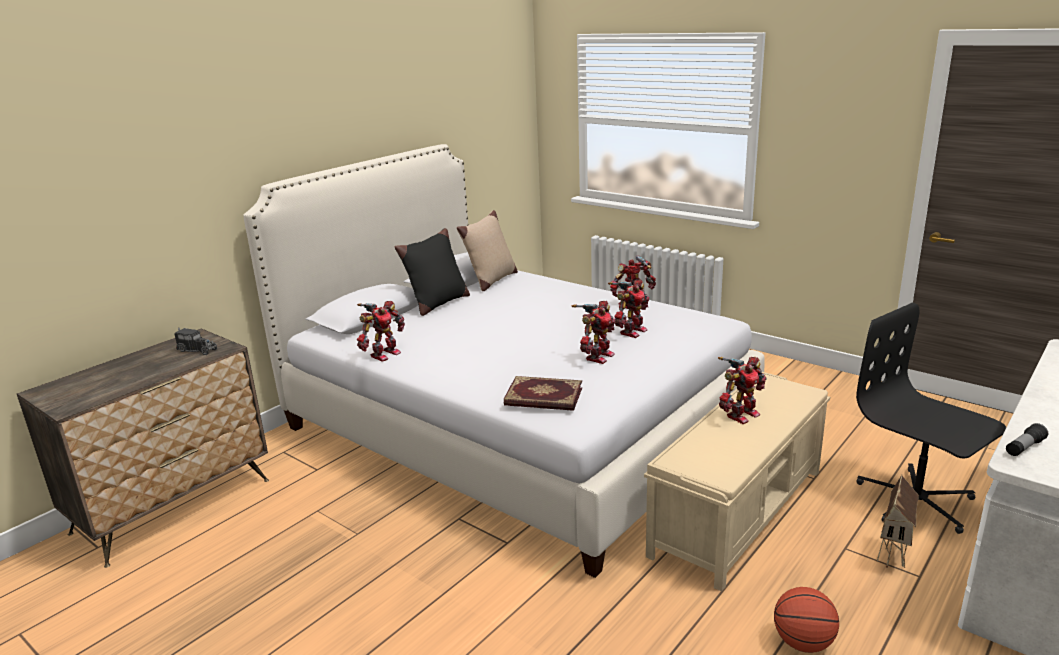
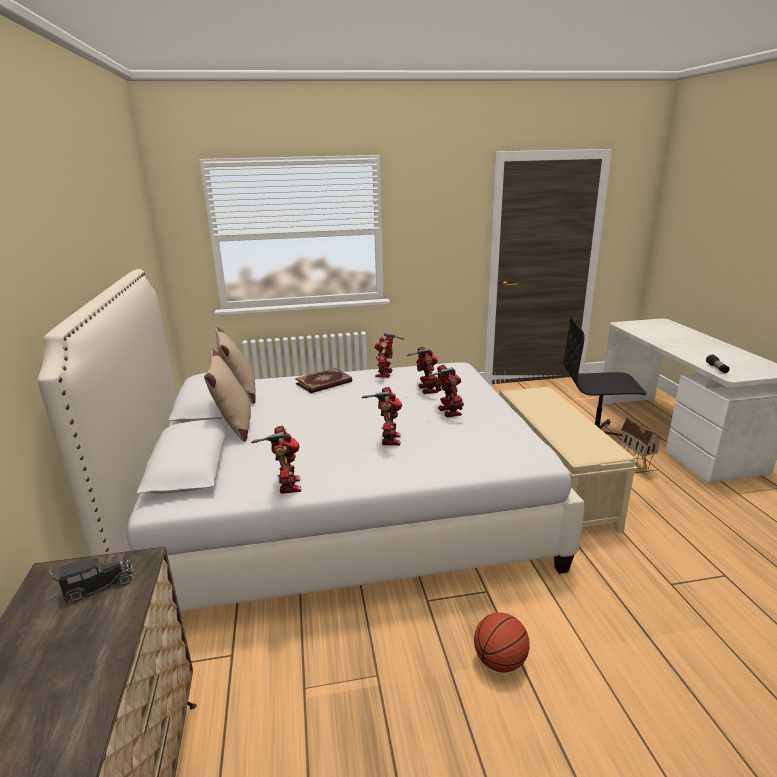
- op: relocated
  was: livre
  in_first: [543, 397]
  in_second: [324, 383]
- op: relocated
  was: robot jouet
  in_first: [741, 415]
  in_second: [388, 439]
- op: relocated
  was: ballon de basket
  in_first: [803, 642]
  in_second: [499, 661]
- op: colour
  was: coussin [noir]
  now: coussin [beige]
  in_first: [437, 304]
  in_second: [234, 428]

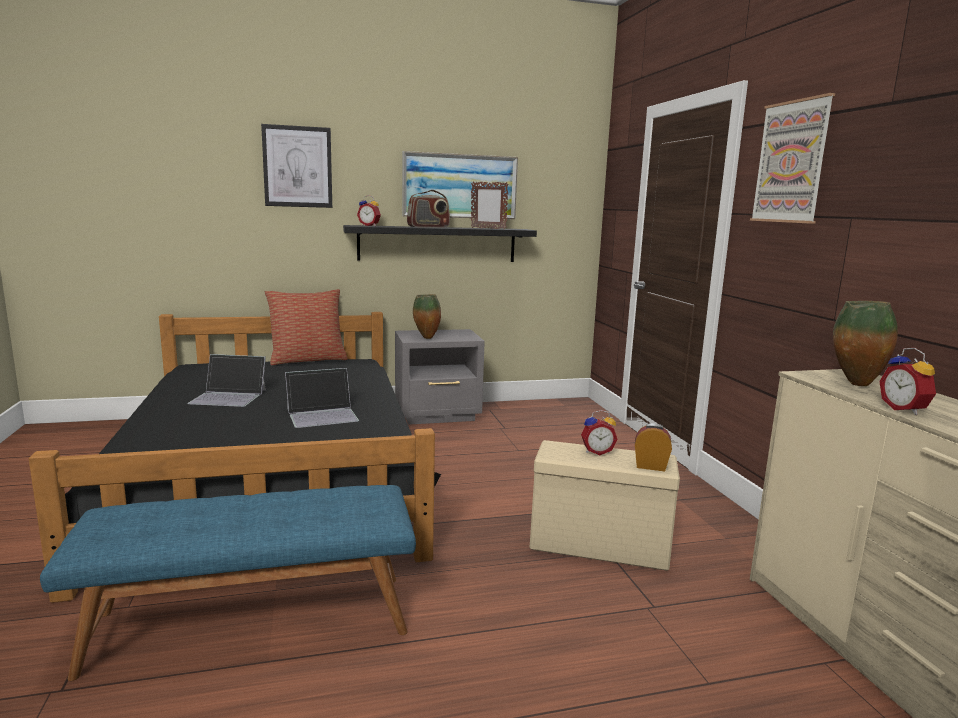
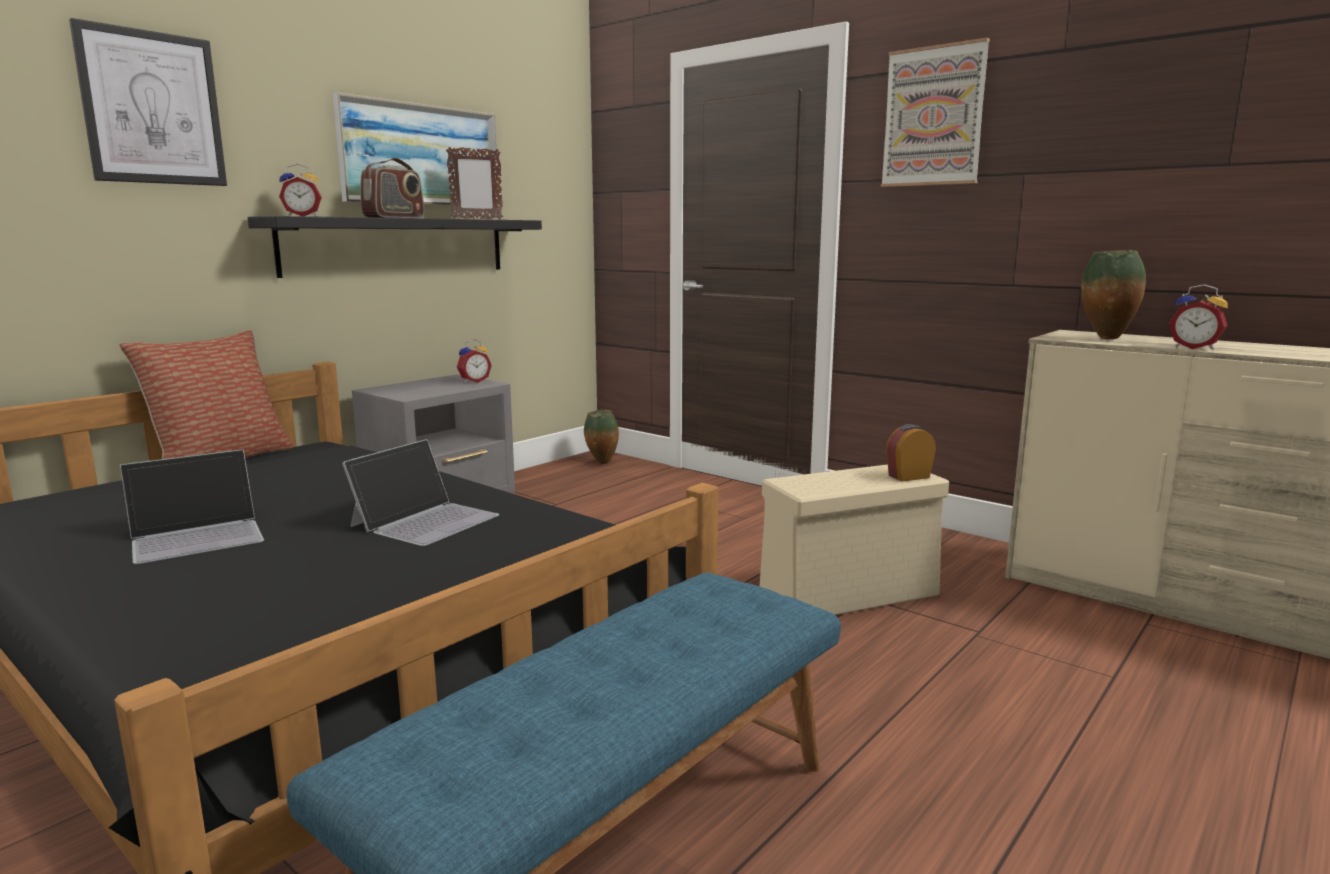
- op: relocated
  was: vase
  in_first: [426, 338]
  in_second: [602, 463]
- op: relocated
  was: réveil
  in_first: [597, 451]
  in_second: [473, 381]

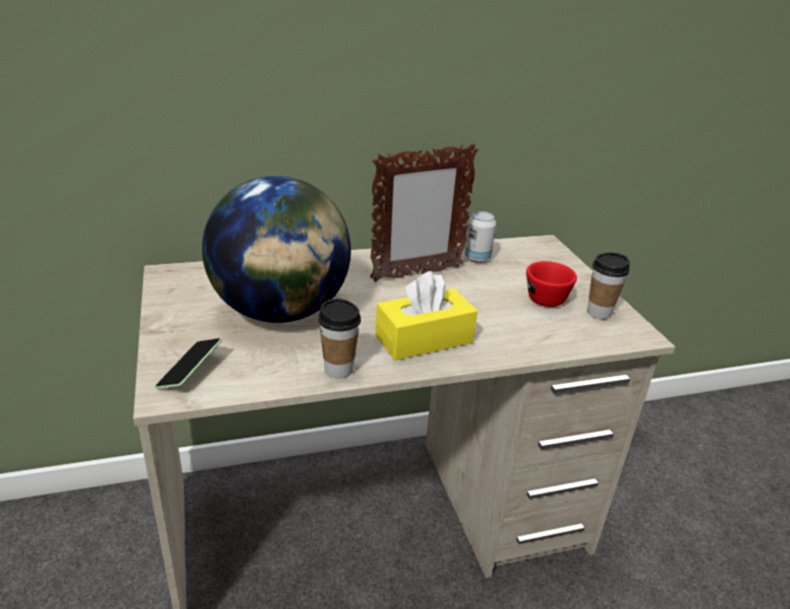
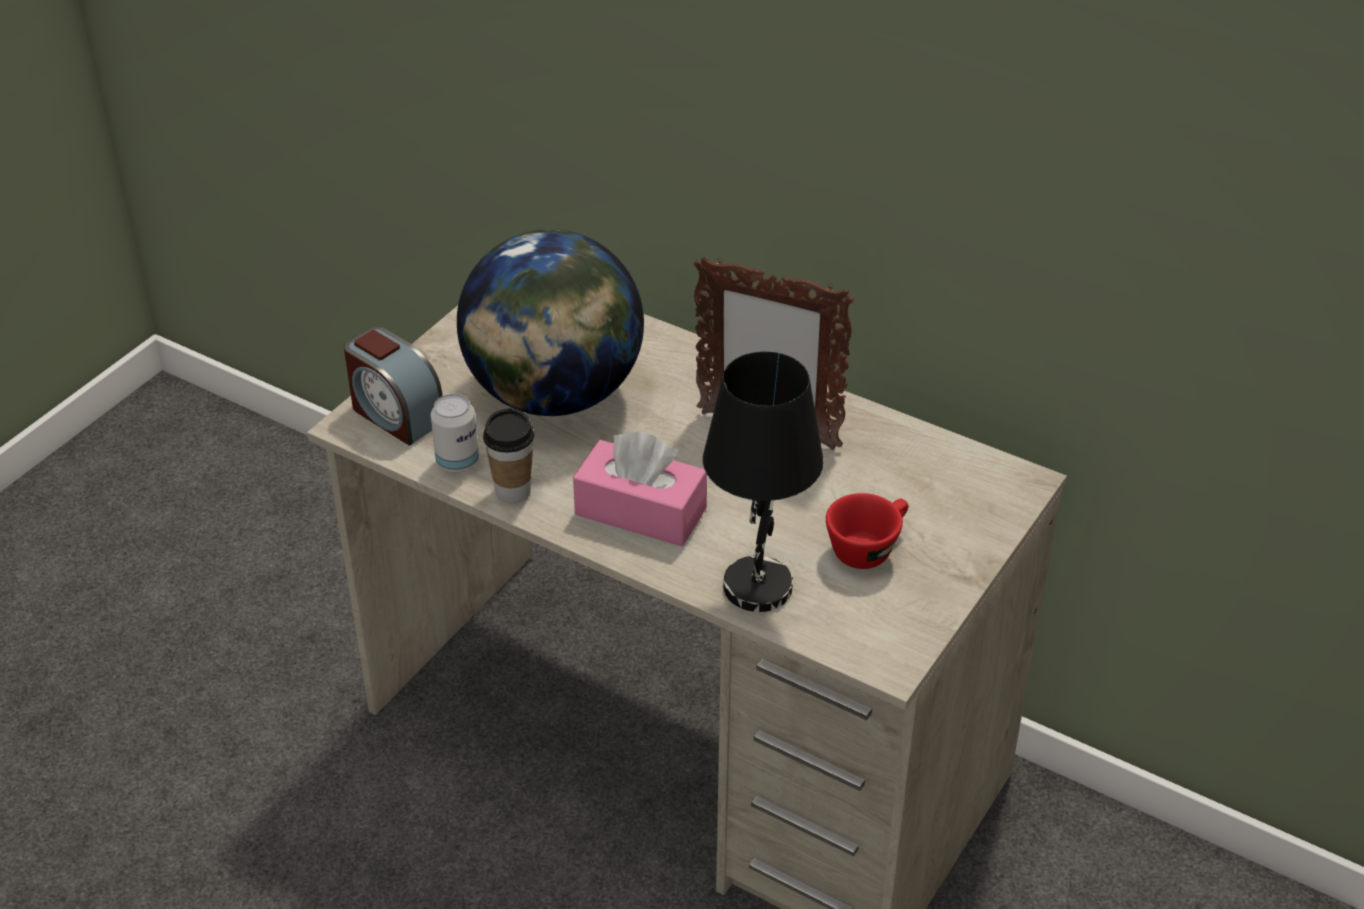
- op: missing
  was: tasse
  in_first: [599, 312]
- op: appeared
  now: lampe de table [noir]
  in_second: [757, 585]
- op: relocated
  was: boîte métallique
  in_first: [477, 258]
  in_second: [457, 462]
- op: exchanged
  was: téléphone
  now: réveil
  in_first: [190, 371]
  in_second: [395, 414]
- op: colour
  was: boîte à mouchoirs [jaune]
  now: boîte à mouchoirs [rose]
  in_first: [424, 339]
  in_second: [640, 511]

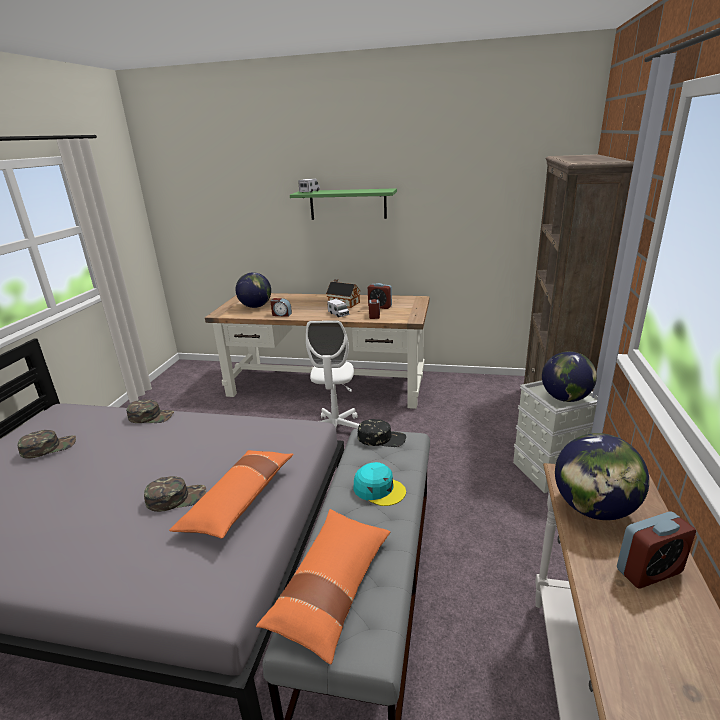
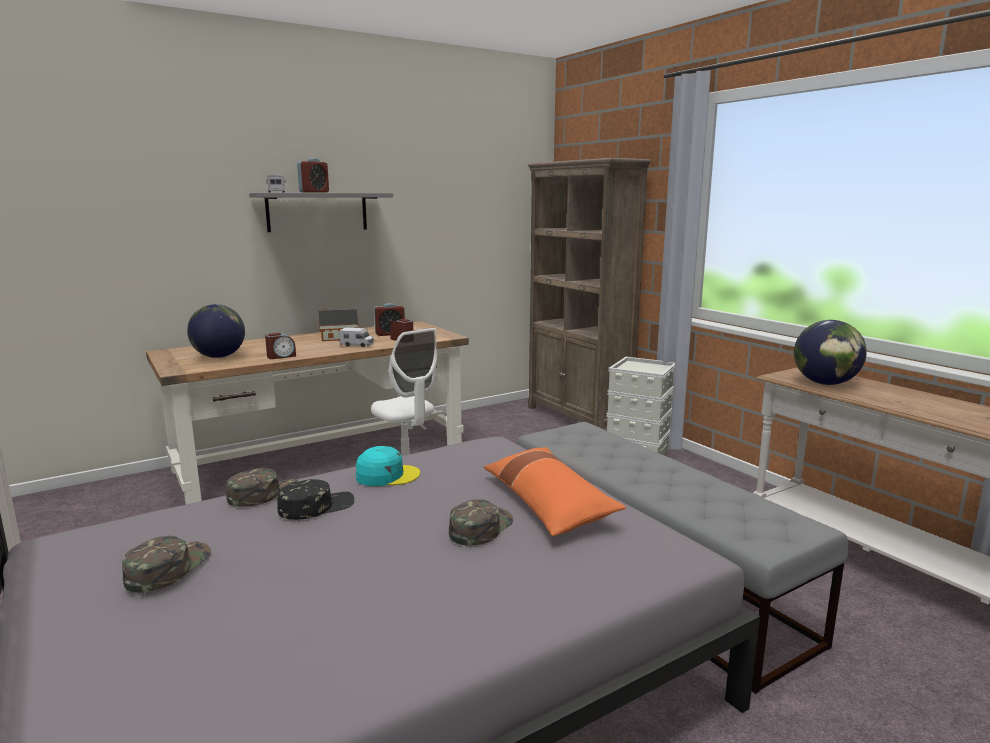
- op: missing
  was: coussin [orange]
  in_first: [331, 588]
- op: missing
  was: globe
  in_first: [565, 398]
- op: relocated
  was: casquette [turquoise]
  in_first: [379, 489]
  in_second: [386, 475]
- op: relocated
  was: casquette [noir]
  in_first: [381, 438]
  in_second: [316, 506]
- op: relocated
  was: réveil
  in_first: [649, 571]
  in_second: [314, 192]
- op: colour
  was: étagère [vert]
  now: étagère [gris]
  in_first: [348, 204]
  in_second: [317, 212]

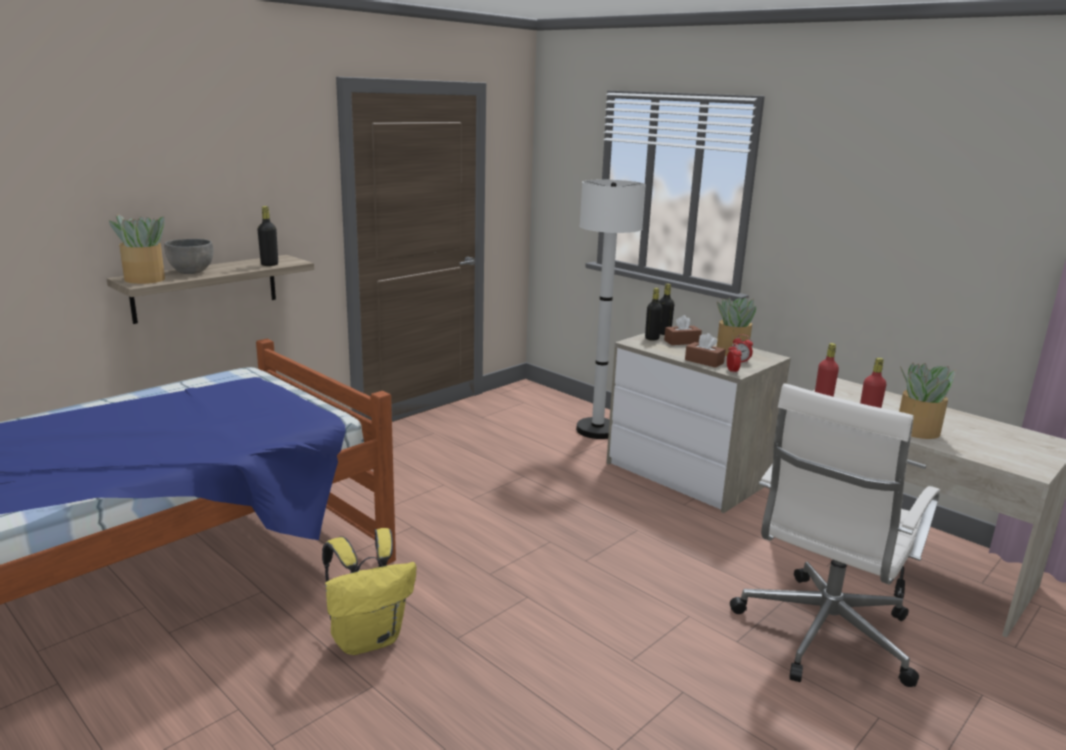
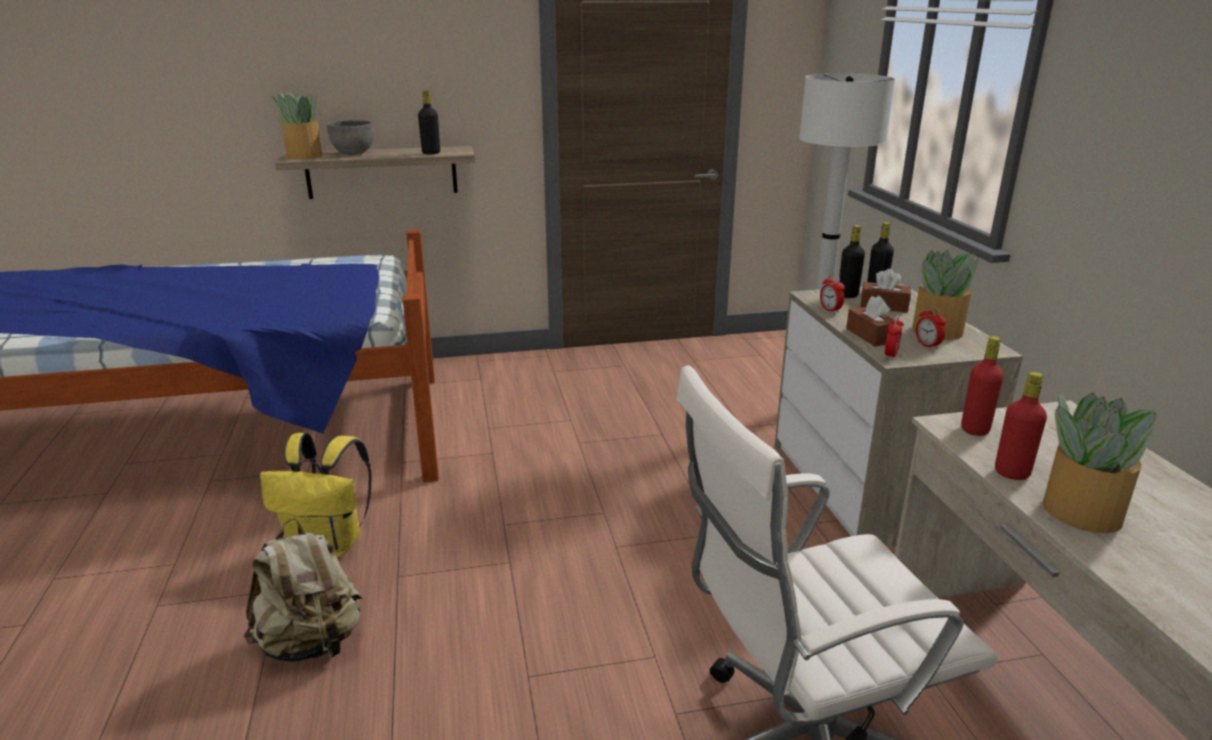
- op: appeared
  now: sac à dos [beige]
  in_second: [311, 643]
- op: appeared
  now: réveil
  in_second: [830, 310]

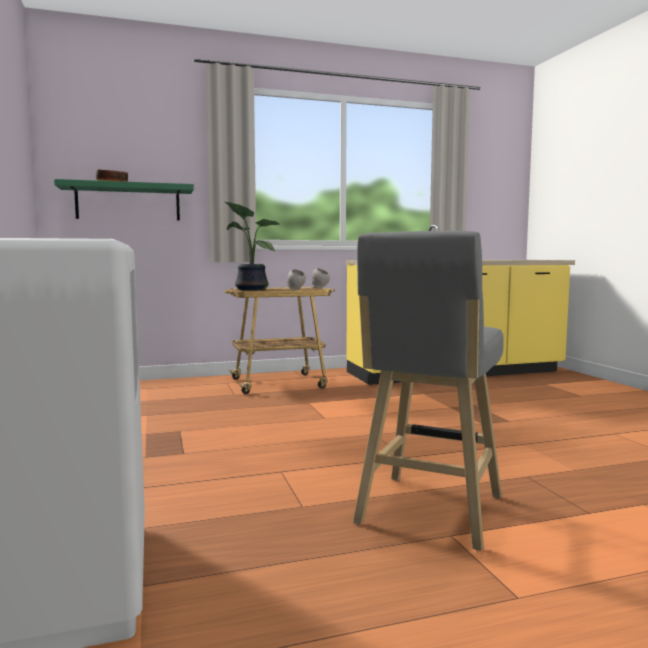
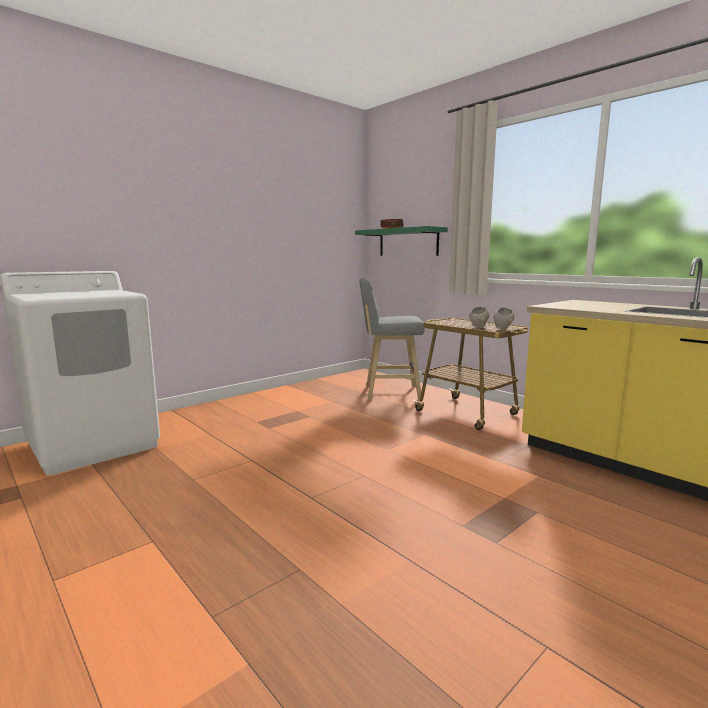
- op: missing
  was: plante en pot
  in_first: [249, 289]
- op: relocated
  was: tabouret [gris]
  in_first: [428, 513]
  in_second: [389, 392]

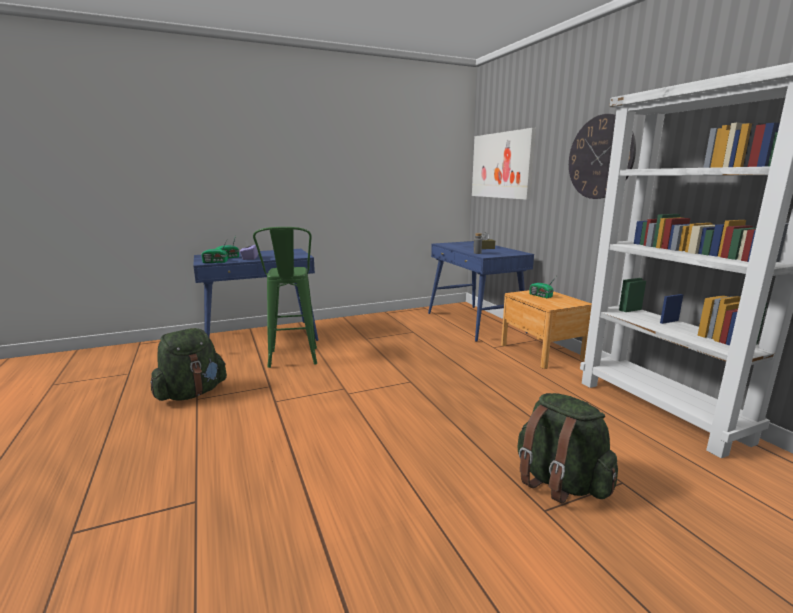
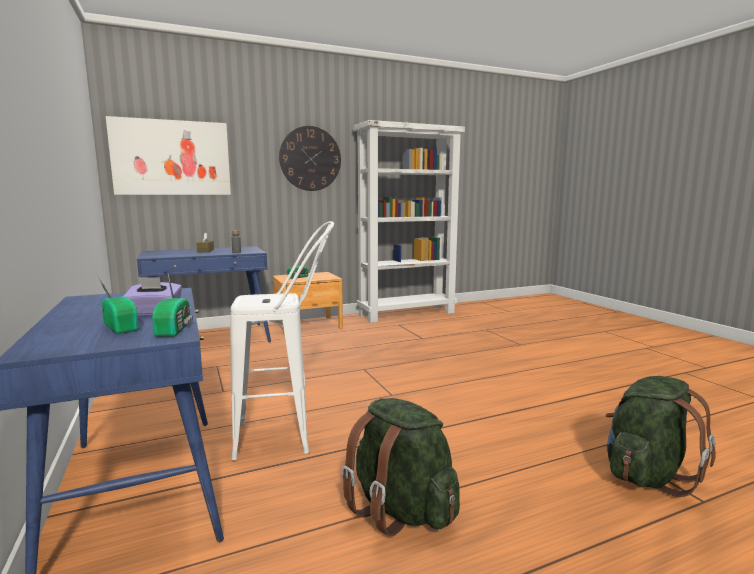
- op: relocated
  was: sac à dos [vert]
  in_first: [559, 482]
  in_second: [646, 475]
- op: colour
  was: tabouret [vert]
  now: tabouret [blanc]
  in_first: [293, 361]
  in_second: [288, 436]

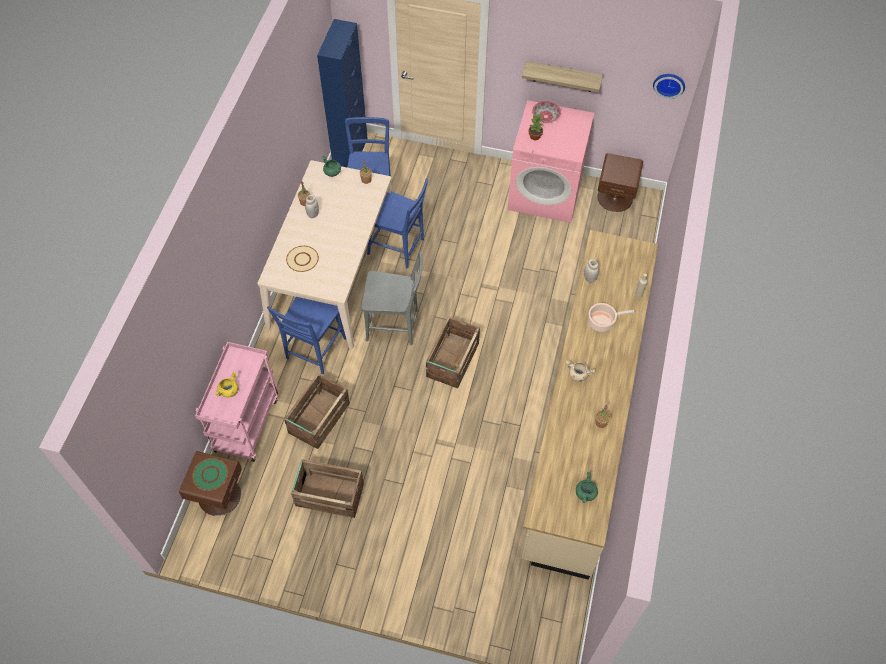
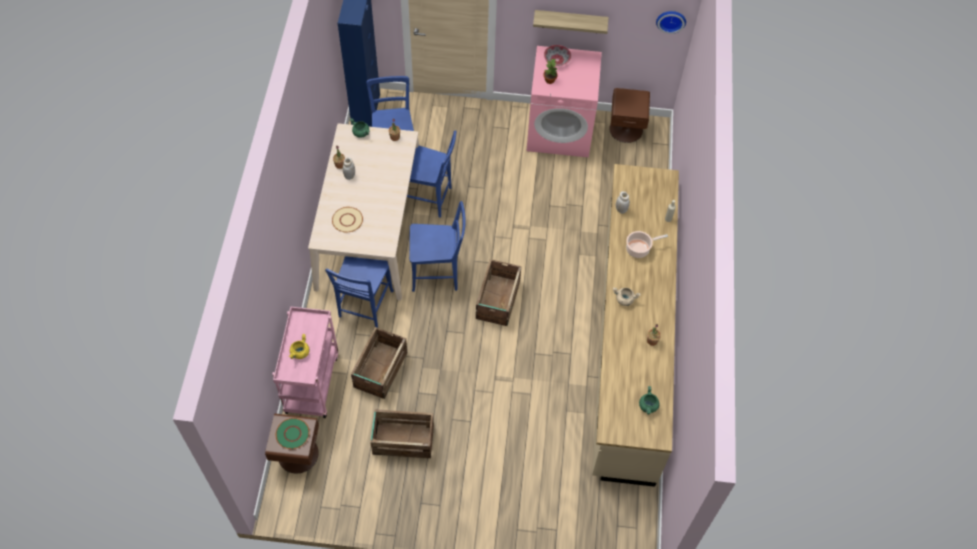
- op: colour
  was: chaise [gris]
  now: chaise [bleu]
  in_first: [395, 325]
  in_second: [438, 273]

